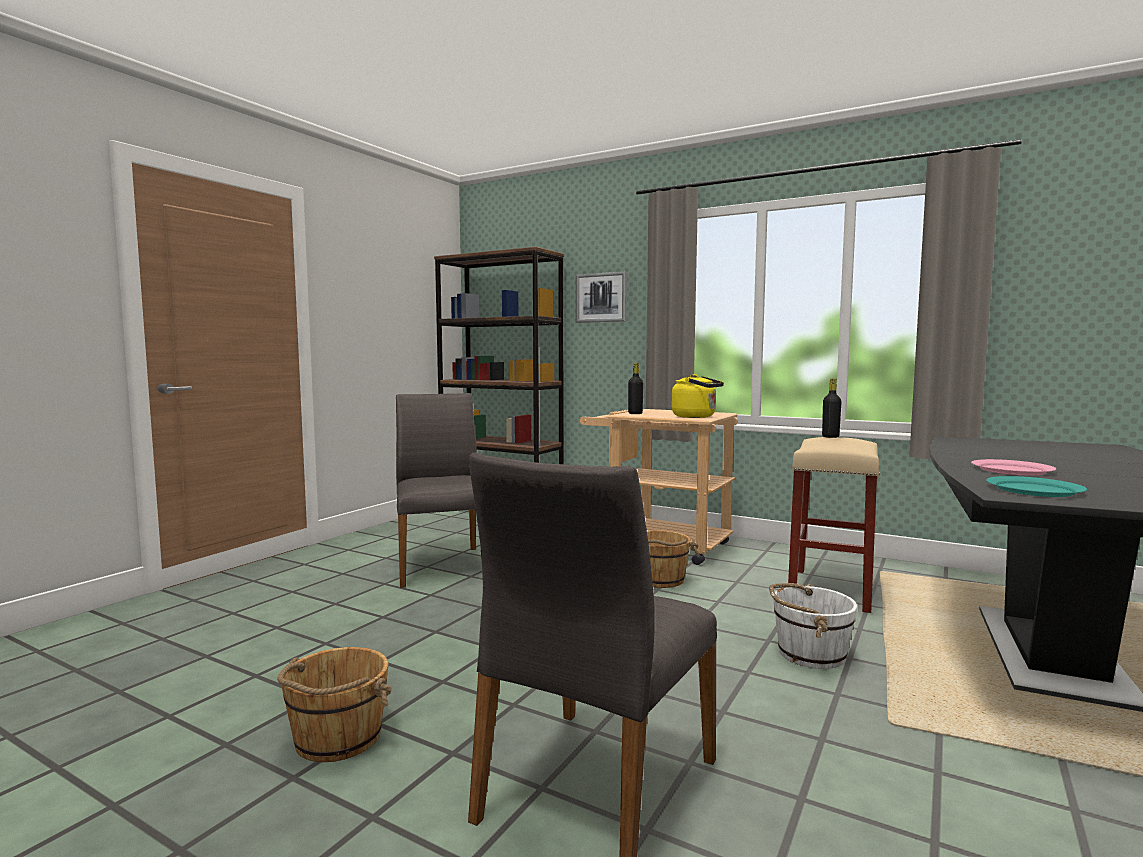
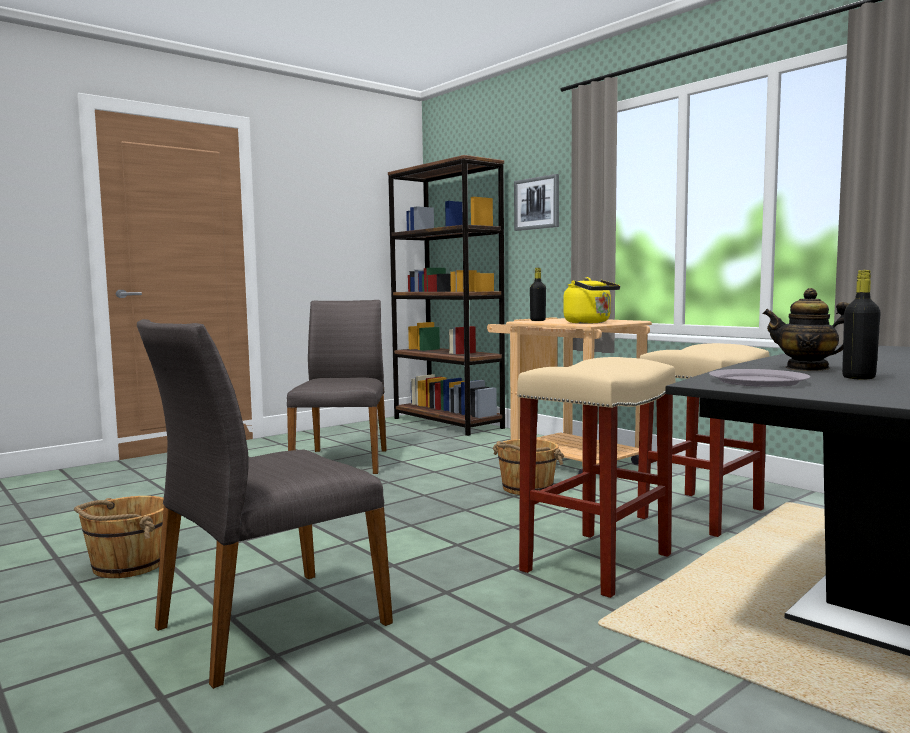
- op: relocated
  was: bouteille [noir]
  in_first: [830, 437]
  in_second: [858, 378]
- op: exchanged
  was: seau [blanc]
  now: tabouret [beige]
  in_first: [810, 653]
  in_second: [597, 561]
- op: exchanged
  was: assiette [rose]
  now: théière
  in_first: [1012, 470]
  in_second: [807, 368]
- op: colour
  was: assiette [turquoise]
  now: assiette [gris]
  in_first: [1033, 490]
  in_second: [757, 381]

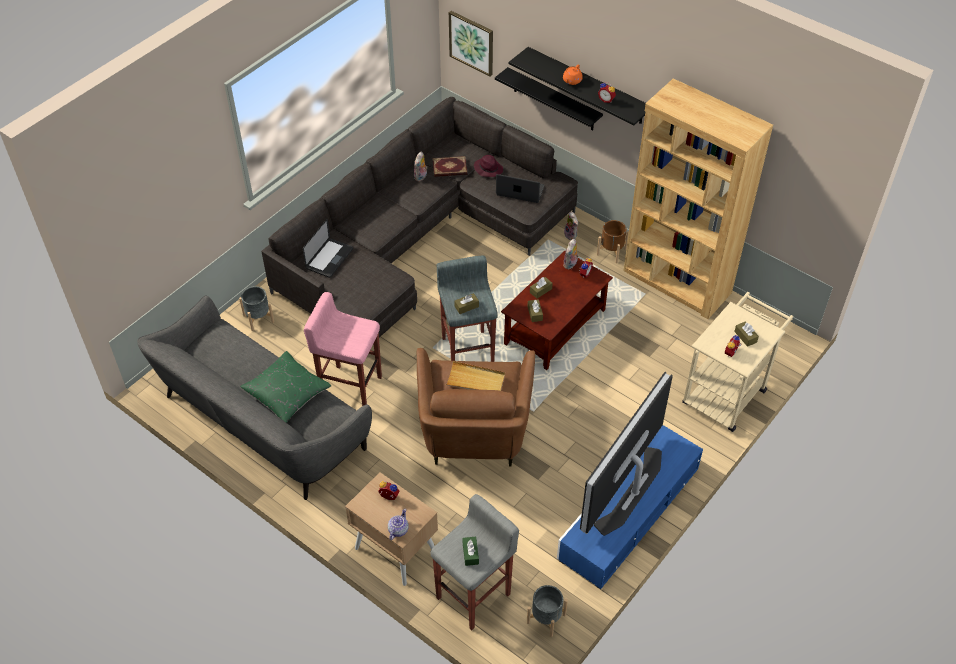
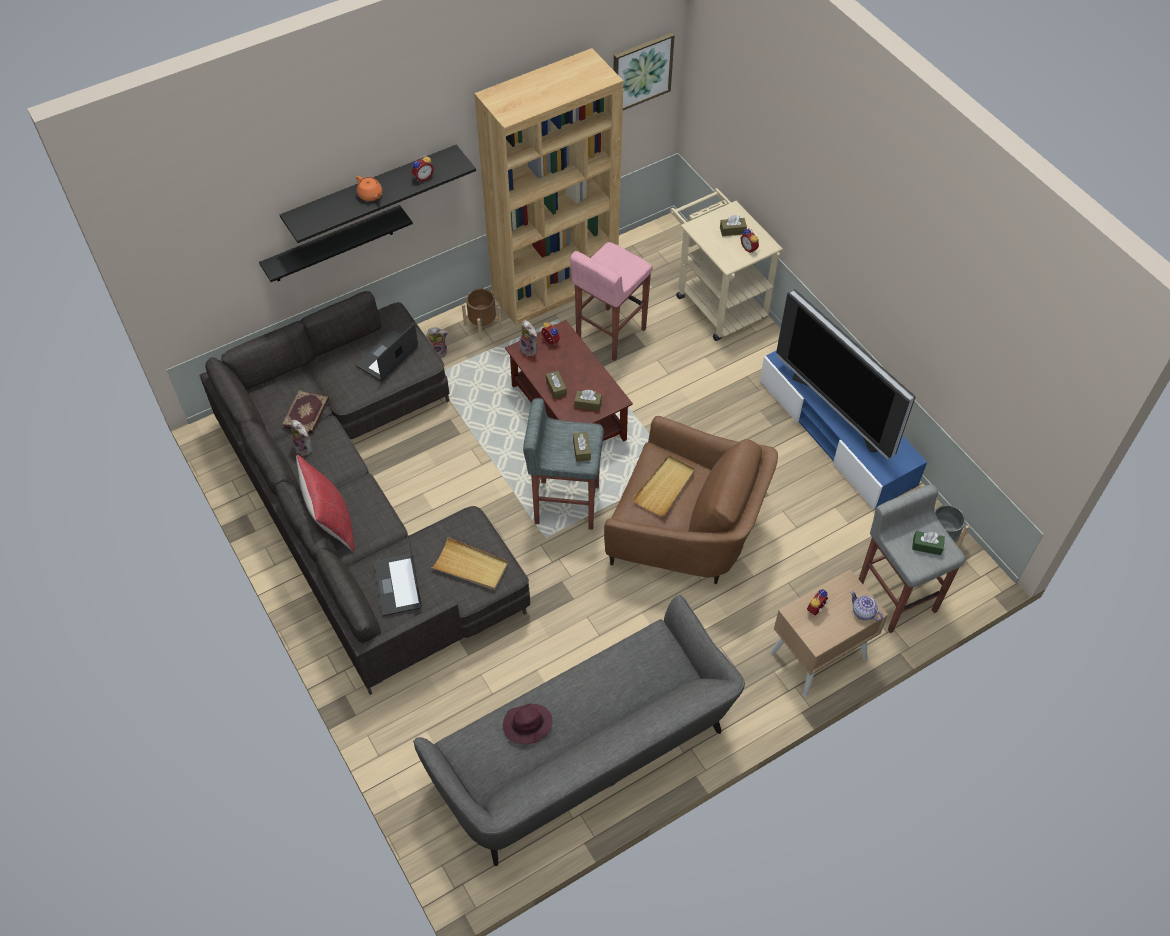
- op: missing
  was: cache-pot [gris]
  in_first: [258, 318]
- op: missing
  was: coussin [vert]
  in_first: [287, 393]
- op: appeared
  now: coussin [rouge]
  in_second: [331, 522]
- op: appeared
  now: plateau [beige]
  in_second: [471, 566]
- op: relocated
  was: tabouret [rose]
  in_first: [350, 386]
  in_second: [609, 334]
- op: relocated
  was: tableau
  in_first: [472, 42]
  in_second: [641, 72]
- op: relocated
  was: chapeau [violet]
  in_first: [488, 169]
  in_second: [526, 725]
- op: spun
  was: ordinateur portable
  in_first: [329, 258]
  in_second: [398, 585]
  clockwise: -150

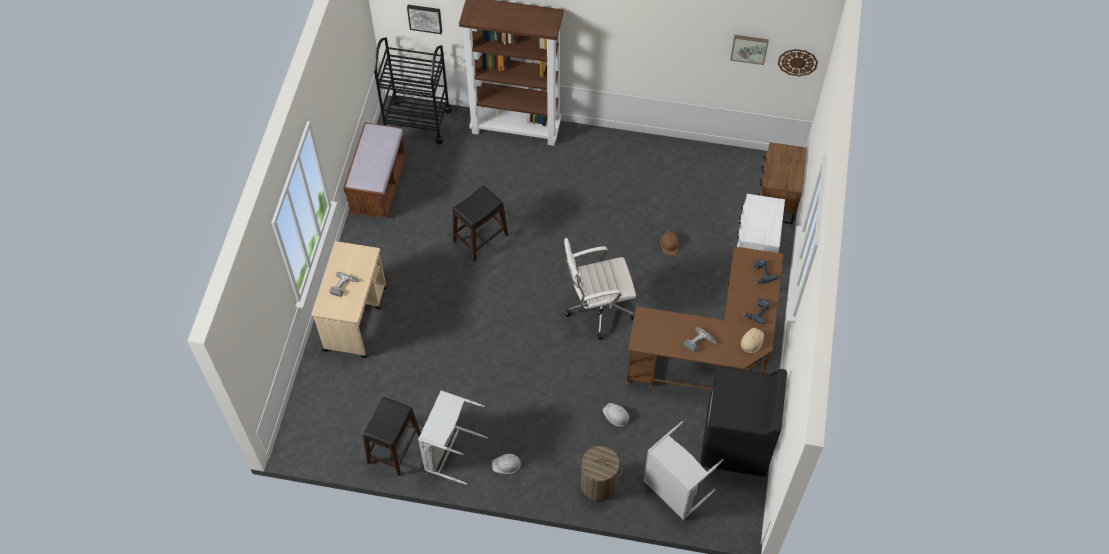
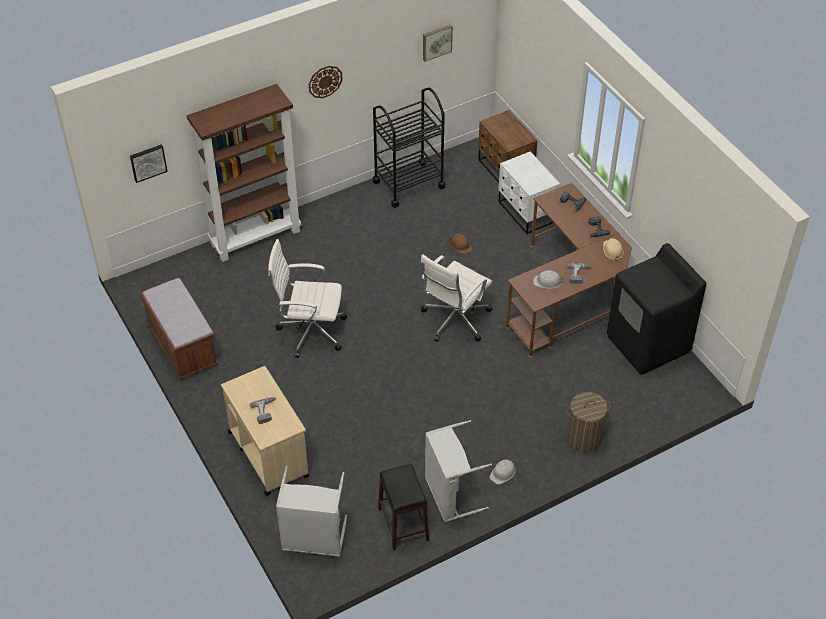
- op: relocated
  was: chariot [noir]
  in_first: [417, 122]
  in_second: [408, 184]
- op: relocated
  was: casque de chantier [blanc]
  in_first: [616, 415]
  in_second: [547, 282]
- op: relocated
  was: panier à linge [gris]
  in_first: [674, 490]
  in_second: [313, 540]
- op: relocated
  was: horloge murale
  in_first: [797, 62]
  in_second: [325, 81]
- op: exchanged
  was: tabouret [noir]
  now: chaise de bureau [blanc]
  in_first: [480, 238]
  in_second: [310, 331]

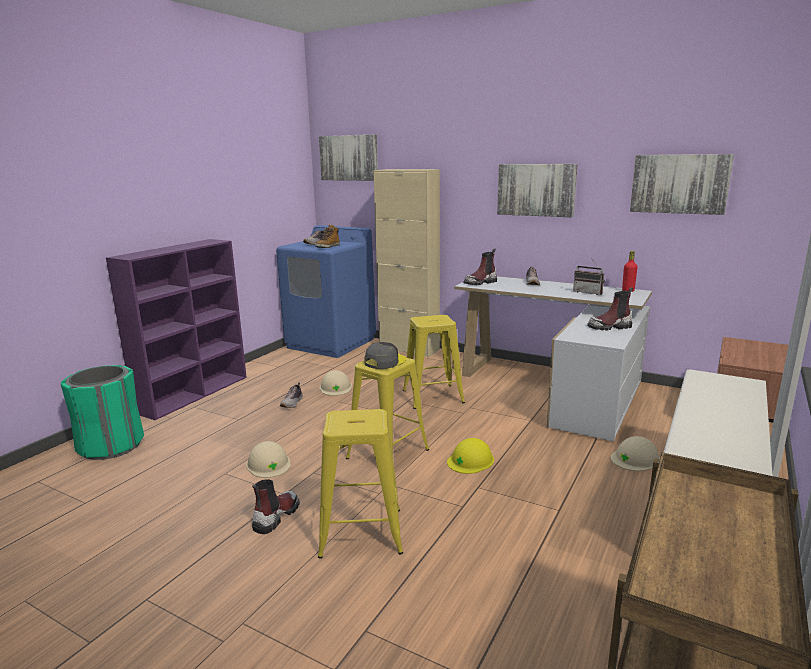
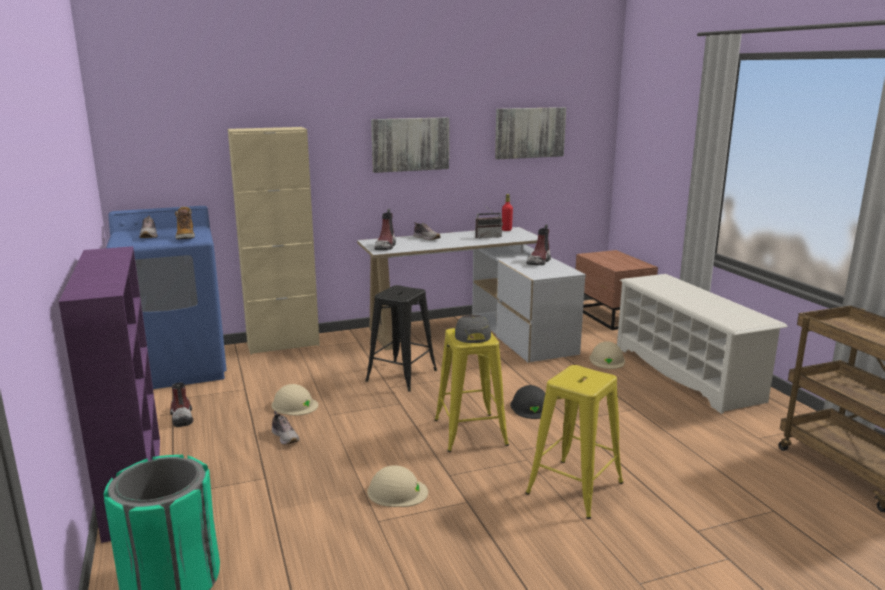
- op: missing
  was: tableau
  in_first: [349, 158]
- op: relocated
  was: botte
  in_first: [276, 516]
  in_second: [181, 415]
- op: colour
  was: tabouret [jaune]
  now: tabouret [noir]
  in_first: [433, 396]
  in_second: [401, 376]
- op: colour
  was: casque de chantier [jaune]
  now: casque de chantier [noir]
  in_first: [470, 460]
  in_second: [531, 407]

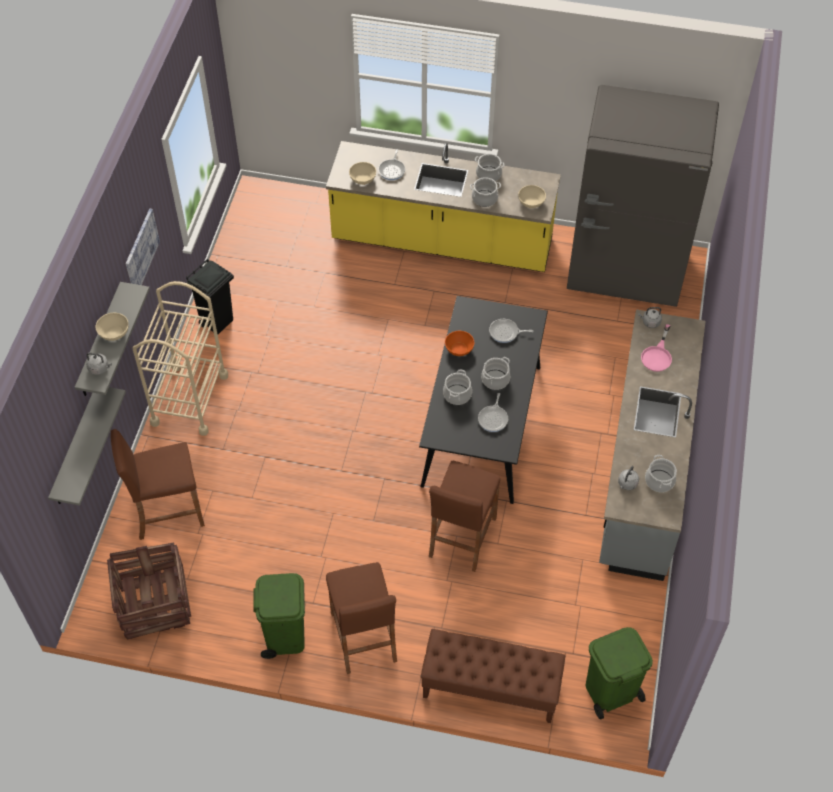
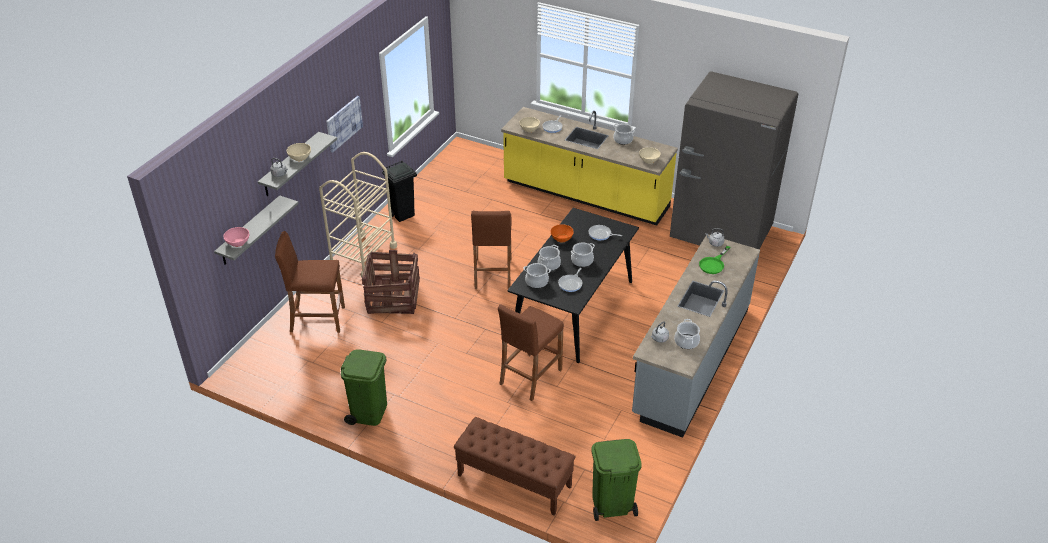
- op: appeared
  now: bol [rose]
  in_second: [237, 242]
- op: relocated
  was: caisse
  in_first: [154, 602]
  in_second: [393, 297]
- op: relocated
  was: tabouret [marron]
  in_first: [364, 637]
  in_second: [492, 274]
- op: relocated
  was: marmite
  in_first: [484, 199]
  in_second: [536, 282]
- op: colour
  was: poêle [rose]
  now: poêle [vert]
  in_first: [657, 355]
  in_second: [713, 264]

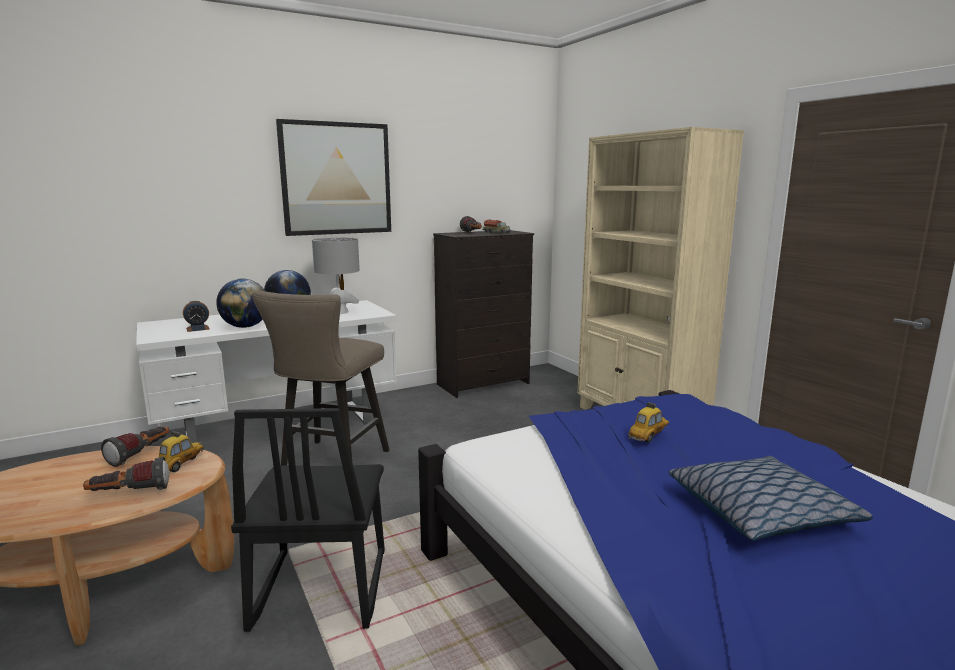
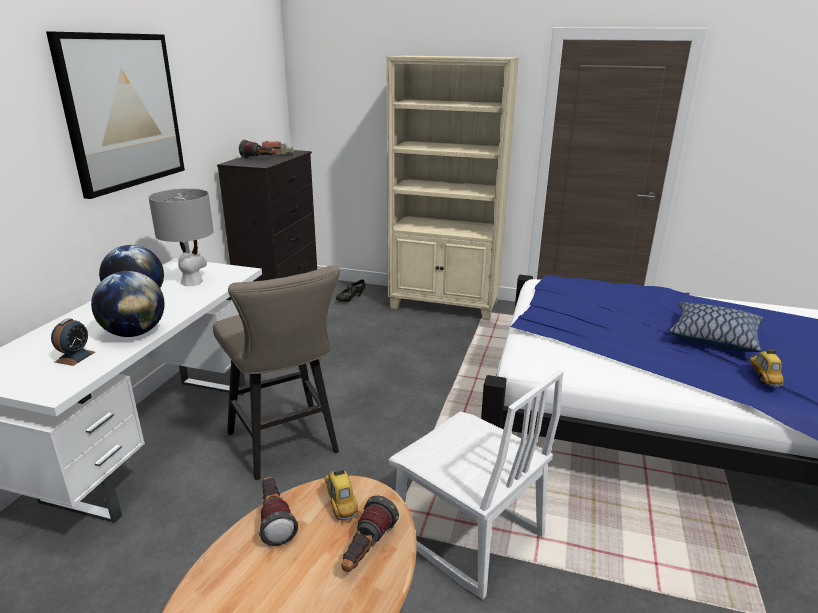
- op: appeared
  now: chaussure [noir]
  in_second: [350, 299]
- op: relocated
  was: petite voiture
  in_first: [648, 436]
  in_second: [763, 377]
- op: colour
  was: chaise [noir]
  now: chaise [blanc]
  in_first: [319, 589]
  in_second: [467, 537]

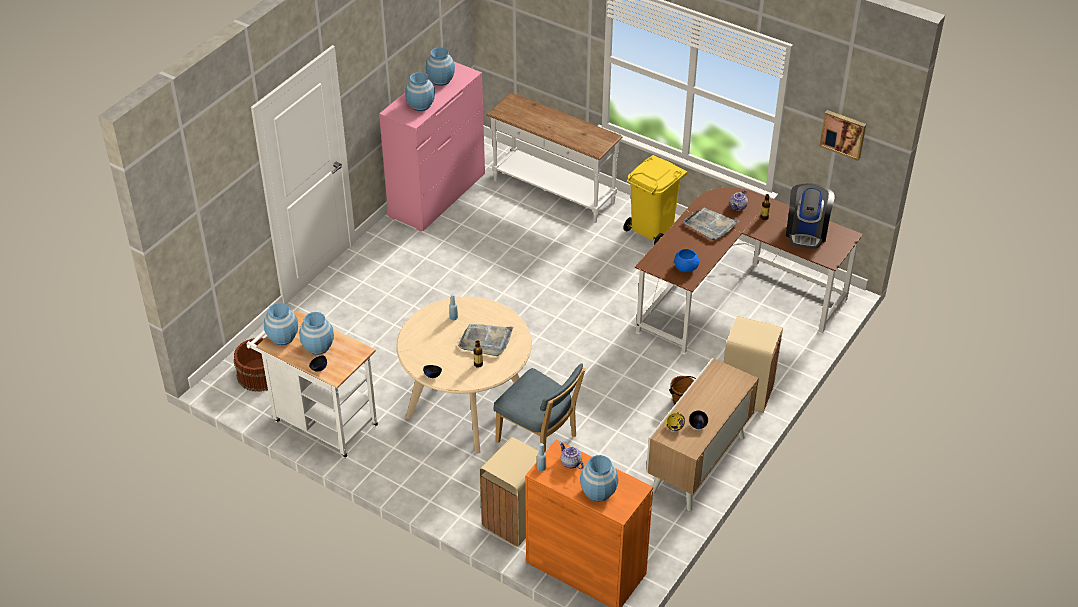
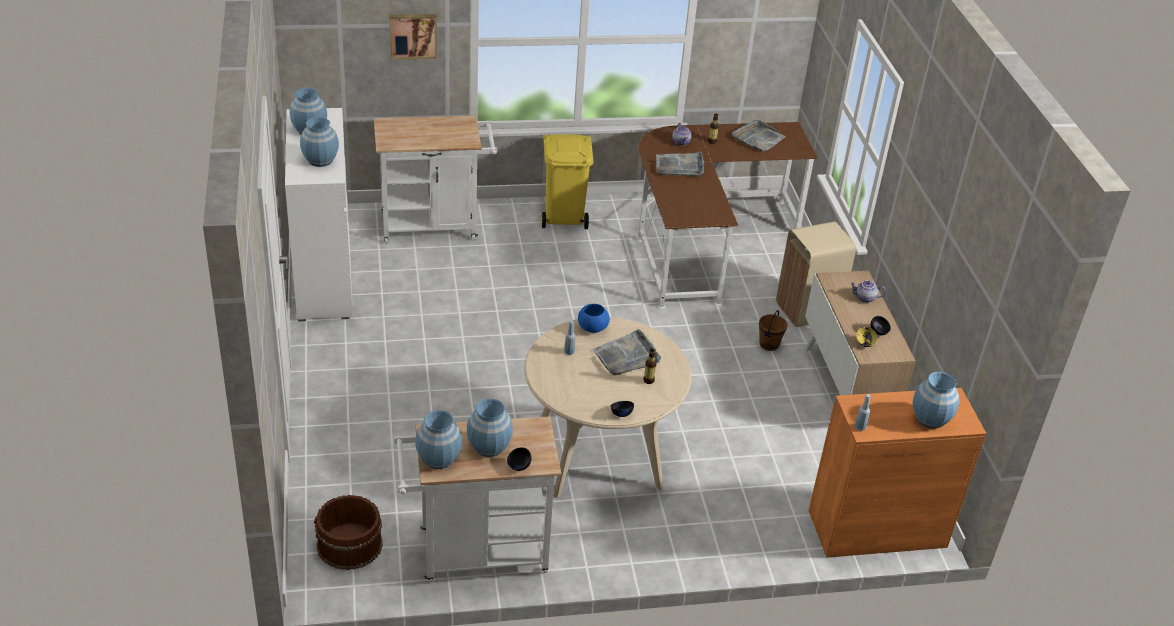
- op: missing
  was: poubelle [beige]
  in_first: [514, 521]
- op: missing
  was: chaise [bleu]
  in_first: [539, 440]
- op: relocated
  was: théière
  in_first: [570, 463]
  in_second: [865, 298]
- op: relocated
  was: bol [bleu]
  in_first: [685, 267]
  in_second: [592, 327]
- op: relocated
  was: tableau
  in_first: [843, 134]
  in_second: [413, 35]
- op: exchanged
  was: table console [blanc]
  now: chariot [blanc]
  in_first: [553, 192]
  in_second: [435, 226]
- op: exchanged
  was: machine à café
  now: plateau [gris]
  in_first: [806, 232]
  in_second: [758, 138]
- op: colour
  was: commode [rose]
  now: commode [blanc]
  in_first: [437, 196]
  in_second: [324, 278]

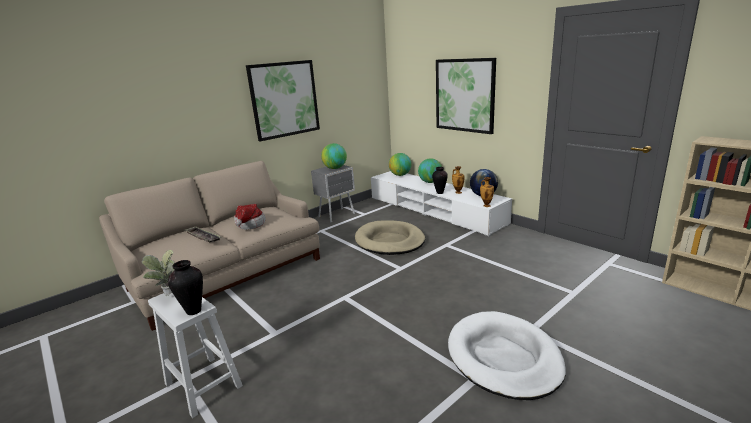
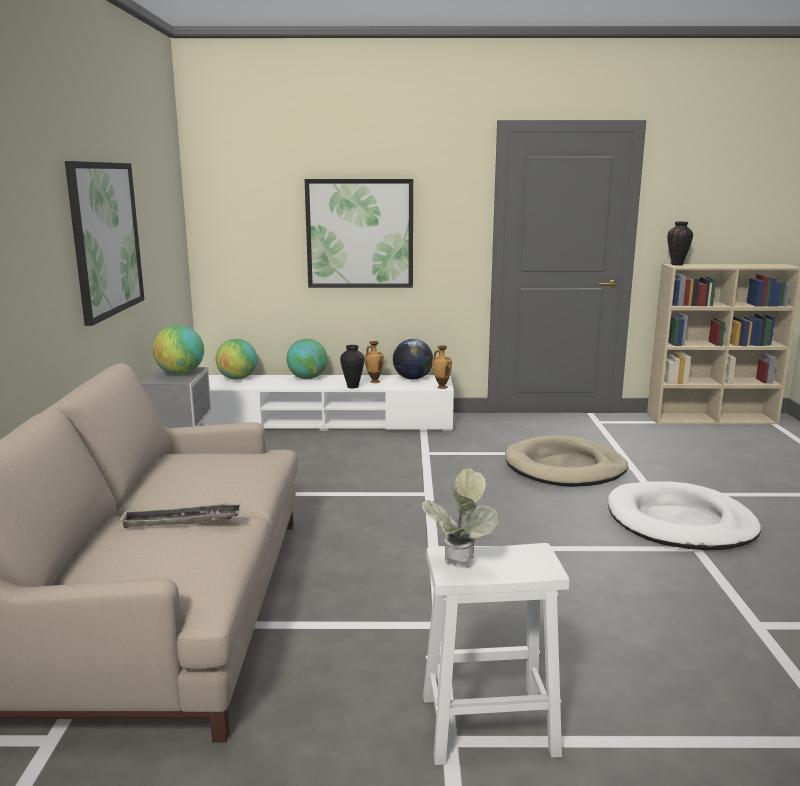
- op: missing
  was: chapeau
  in_first: [249, 225]
- op: relocated
  was: vase
  in_first: [193, 311]
  in_second: [677, 264]
- op: relocated
  was: panier pour chien [beige]
  in_first: [389, 241]
  in_second: [565, 467]

